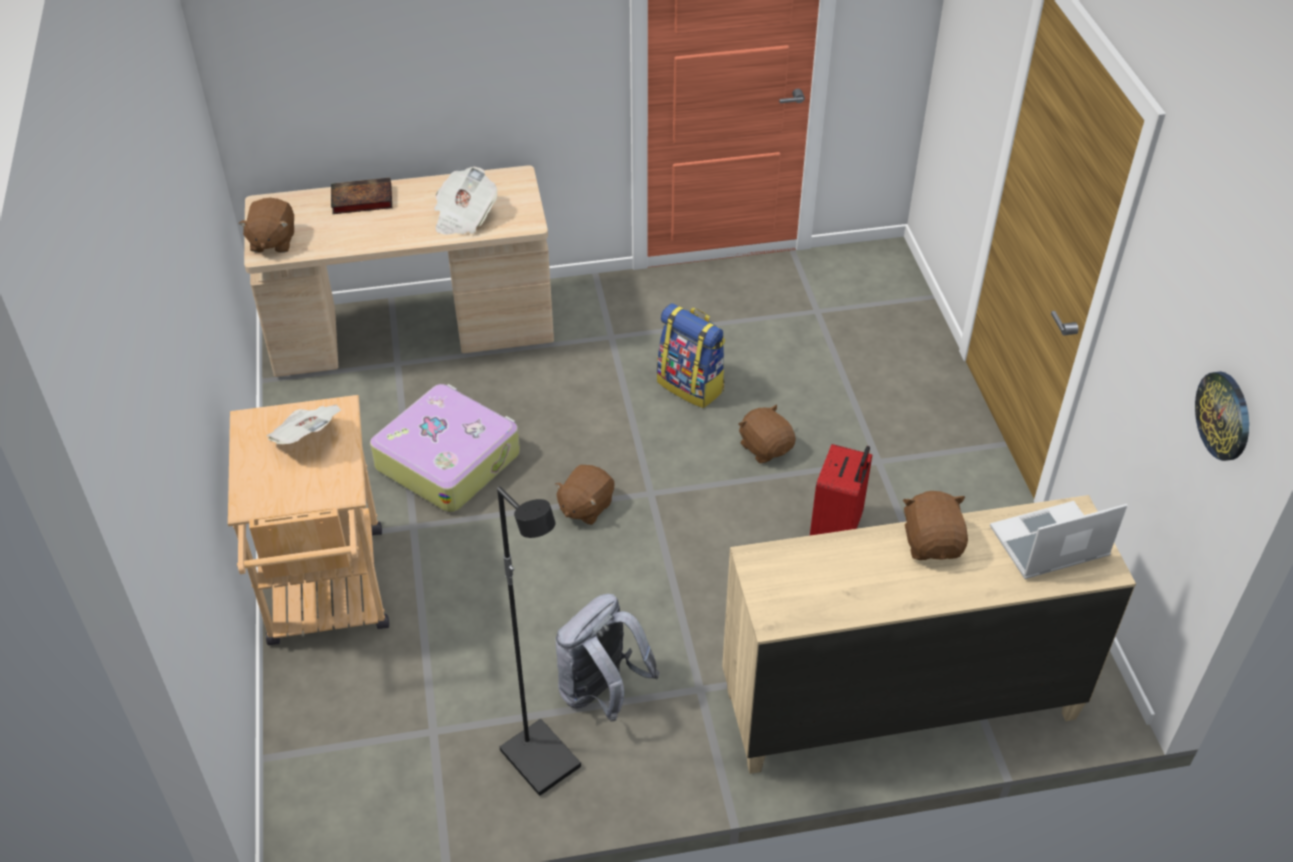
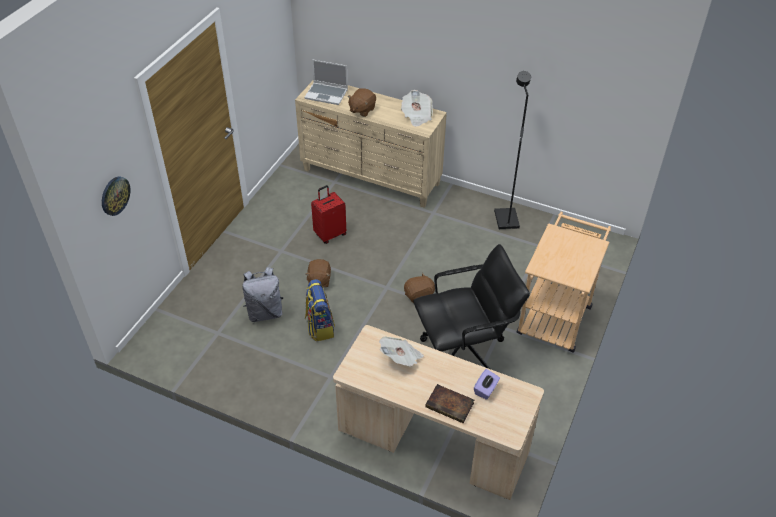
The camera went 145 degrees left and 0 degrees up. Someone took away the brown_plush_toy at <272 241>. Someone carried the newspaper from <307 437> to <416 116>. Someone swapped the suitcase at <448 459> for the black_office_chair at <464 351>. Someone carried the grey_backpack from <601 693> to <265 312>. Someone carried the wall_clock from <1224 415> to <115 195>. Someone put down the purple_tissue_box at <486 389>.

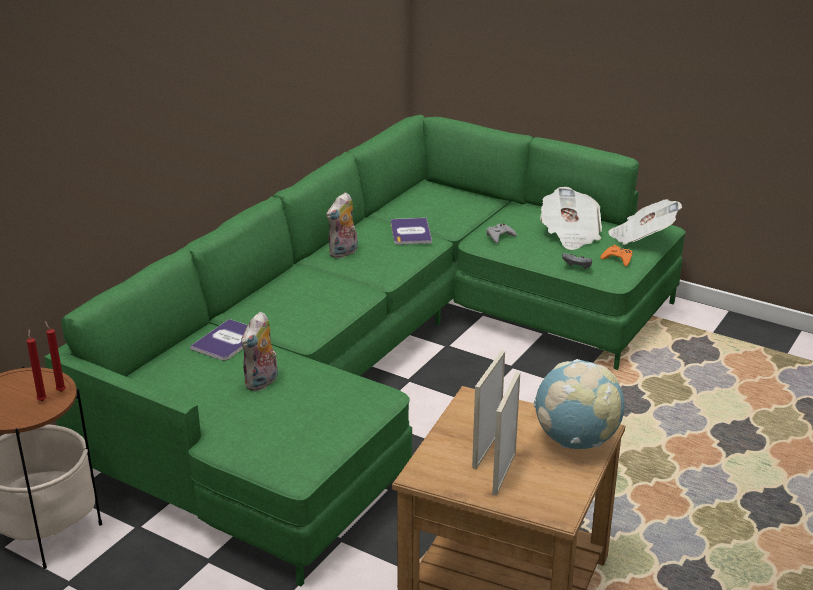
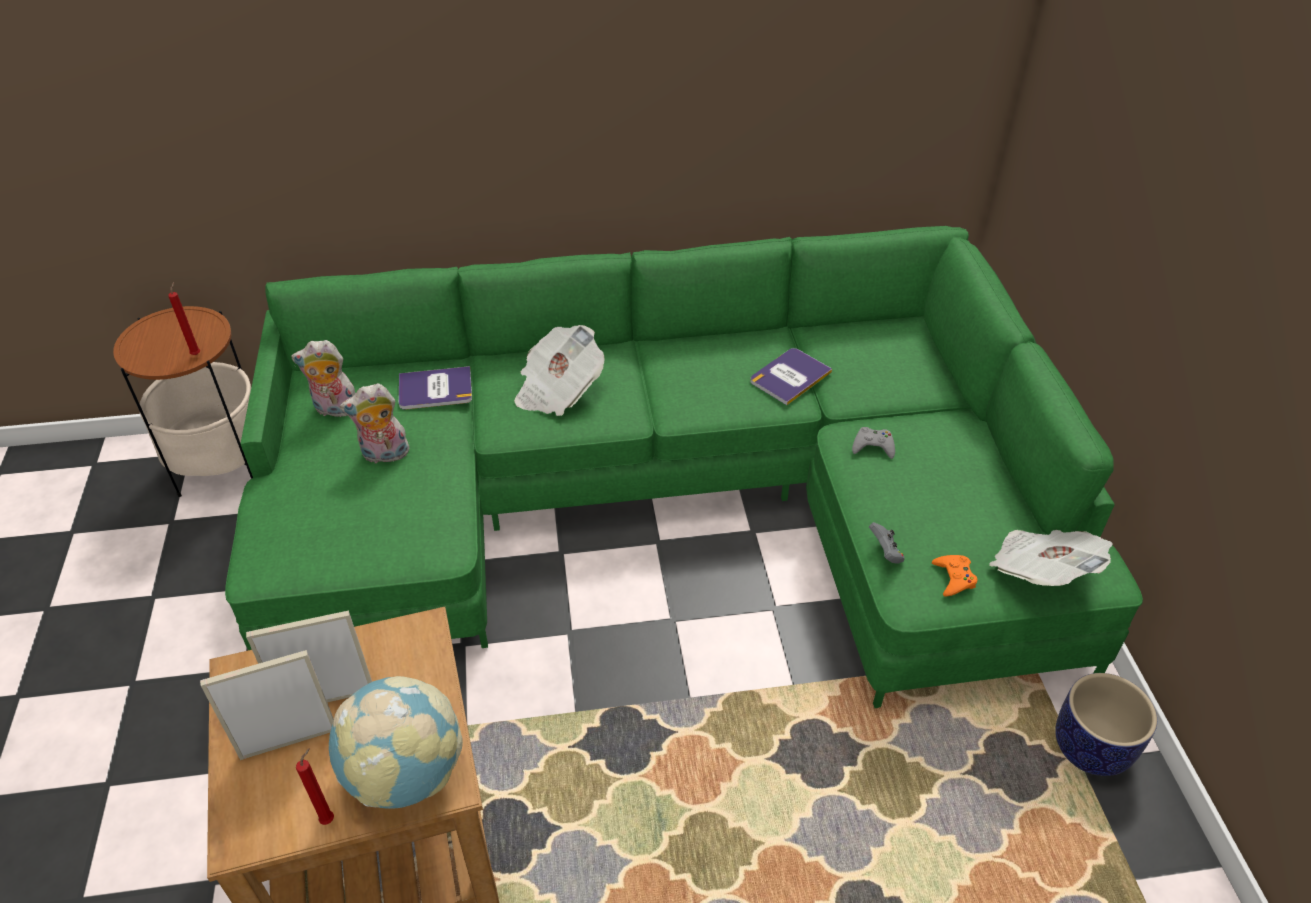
The camera went 50 degrees right and 15 degrees up. Someone carried the red_candle from <42 400> to <329 818>. Someone carried the plush_toy from <344 253> to <334 410>. Someone carried the newspaper from <570 235> to <558 390>. Someone put down the planter at <1089 747>.

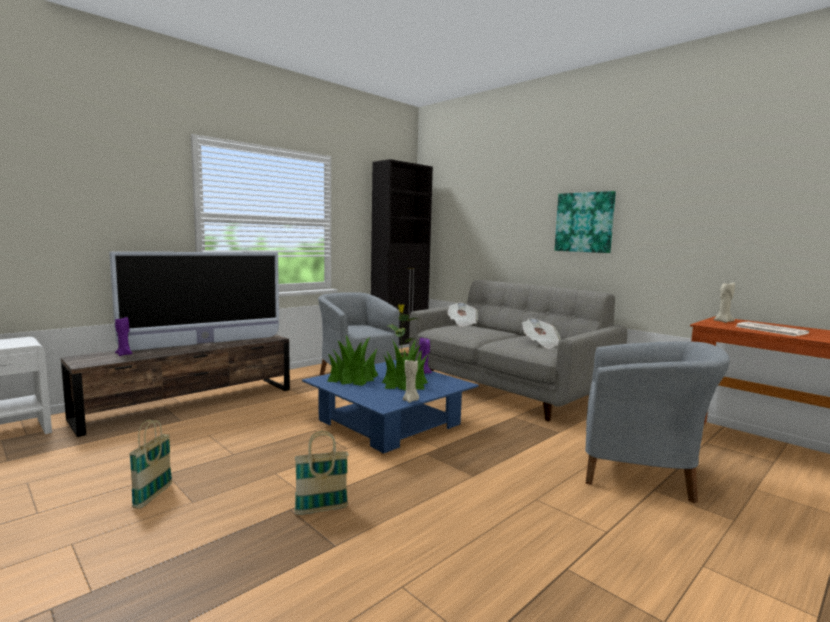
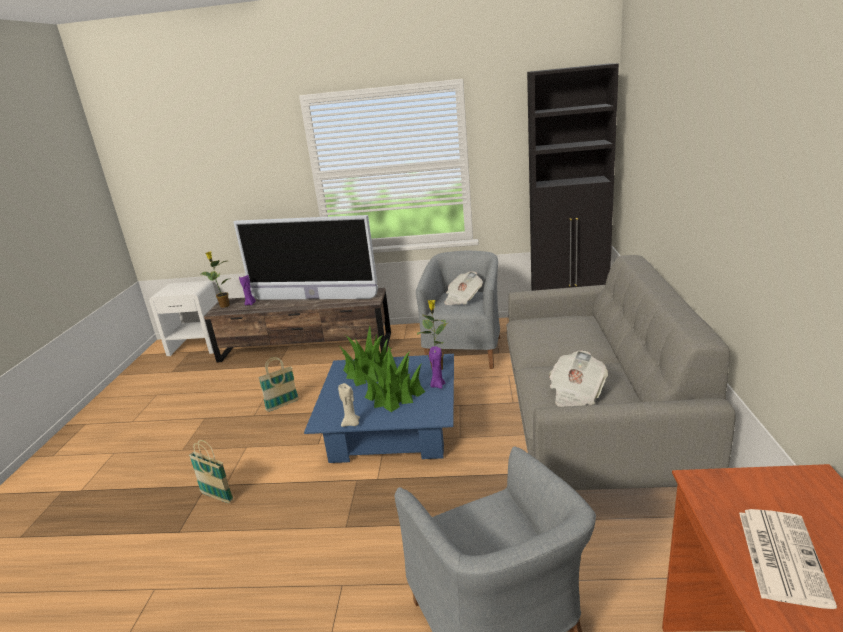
The camera went 50 degrees right and 15 degrees up. Someone carried the basket from <153 496> to <282 405>. Someone carried the newspaper from <462 323> to <462 299>. Someone took away the picture at <584 222>. Someone took away the beige_candle at <722 321>. Someone put down the potted_plant at <224 305>.

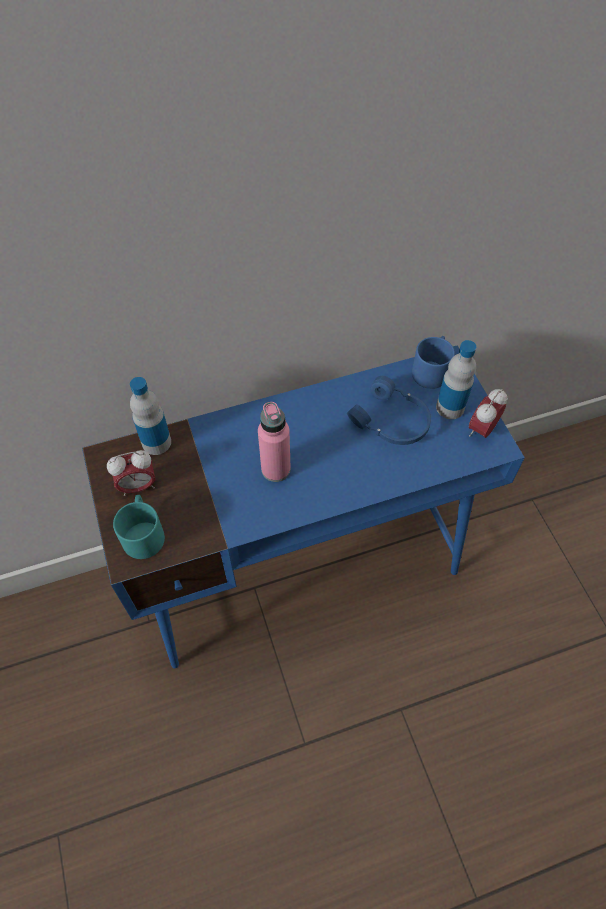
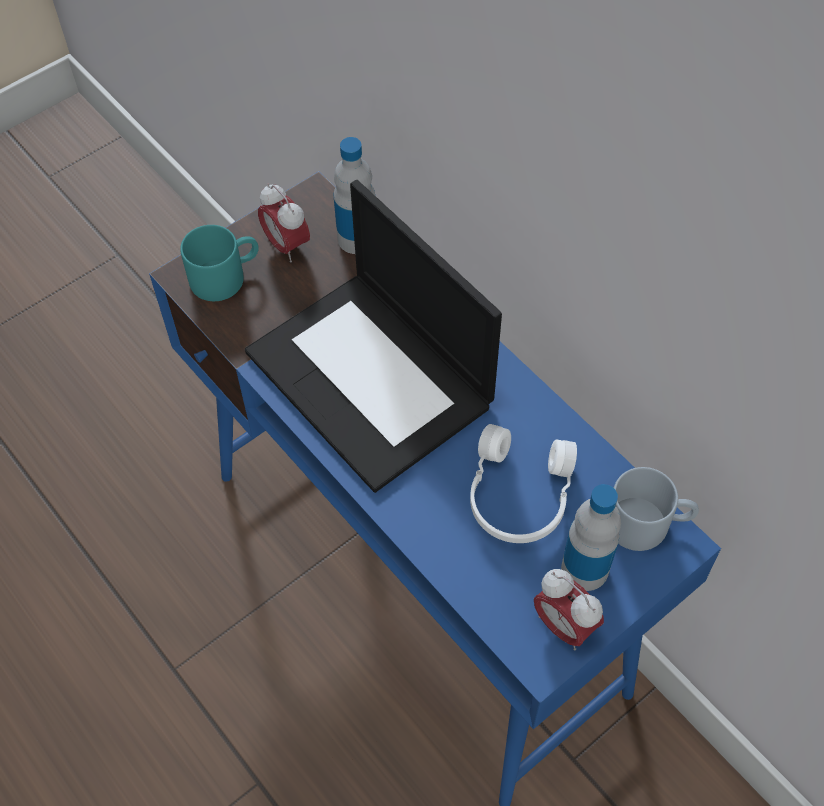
The camera went 70 degrees right and 0 degrees up. Someone swapped the pink_bottle at <276 469> for the laptop at <372 379>. Someone repainted the blue_headphones at <391 422>, which became the white_headphones at <517 494>. Someone repainted the blue_mug at <431 369>, which became the grey_mug at <648 522>. Someone rotated the alarm_clock at <482 429> by 150 degrees counterclockwise.

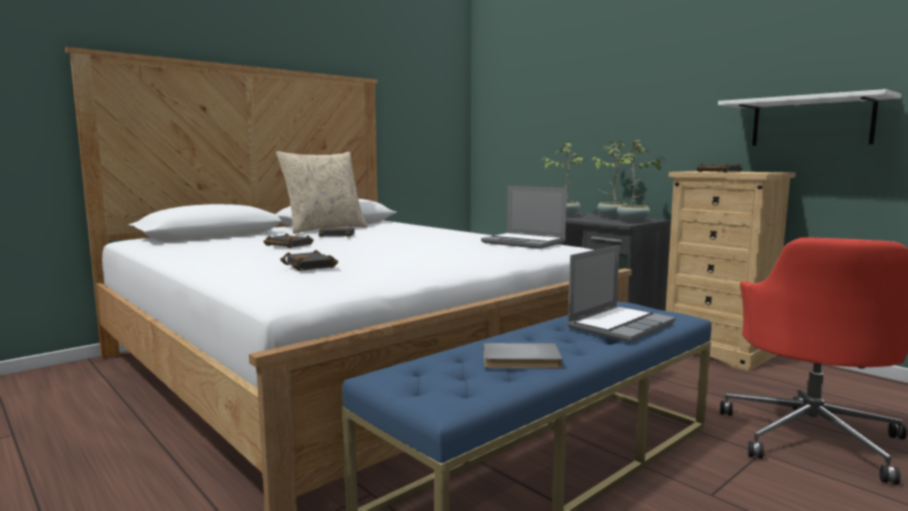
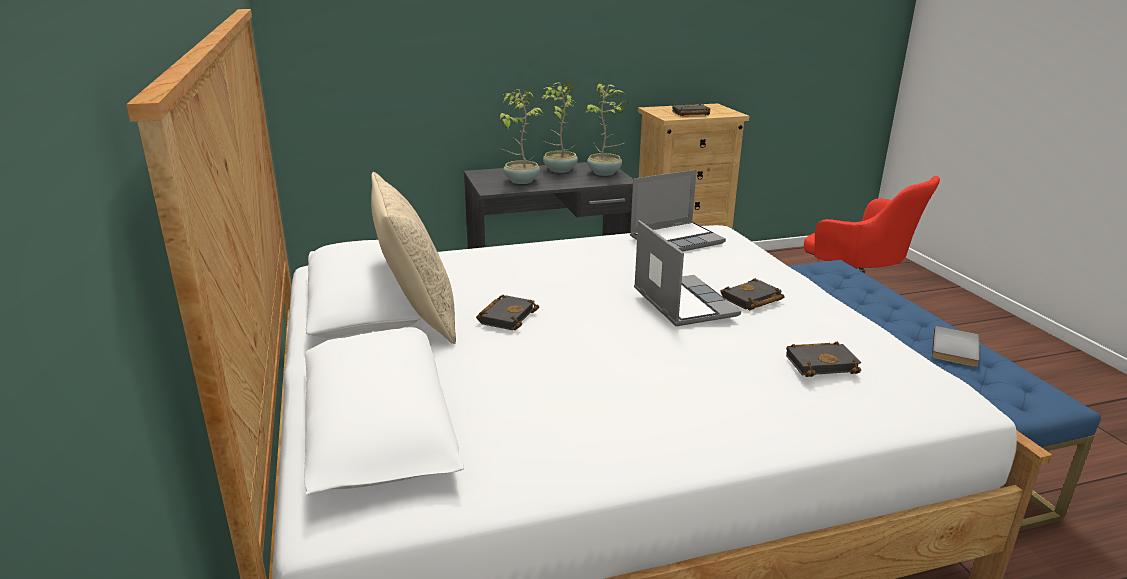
The camera went 65 degrees left and 15 degrees up. Someone carried the black_book from <286 245> to <752 300>. Someone carried the laptop from <620 325> to <682 302>. Someone took away the white_shelf at <811 122>.

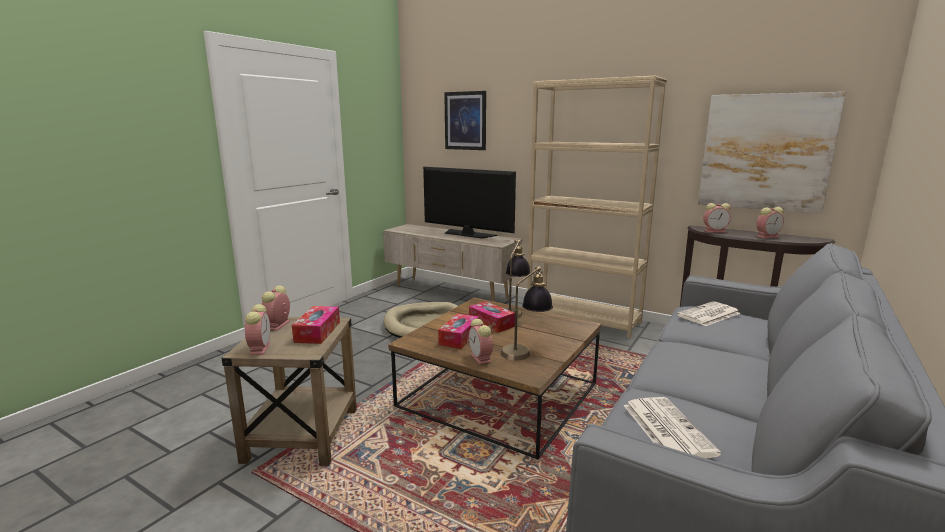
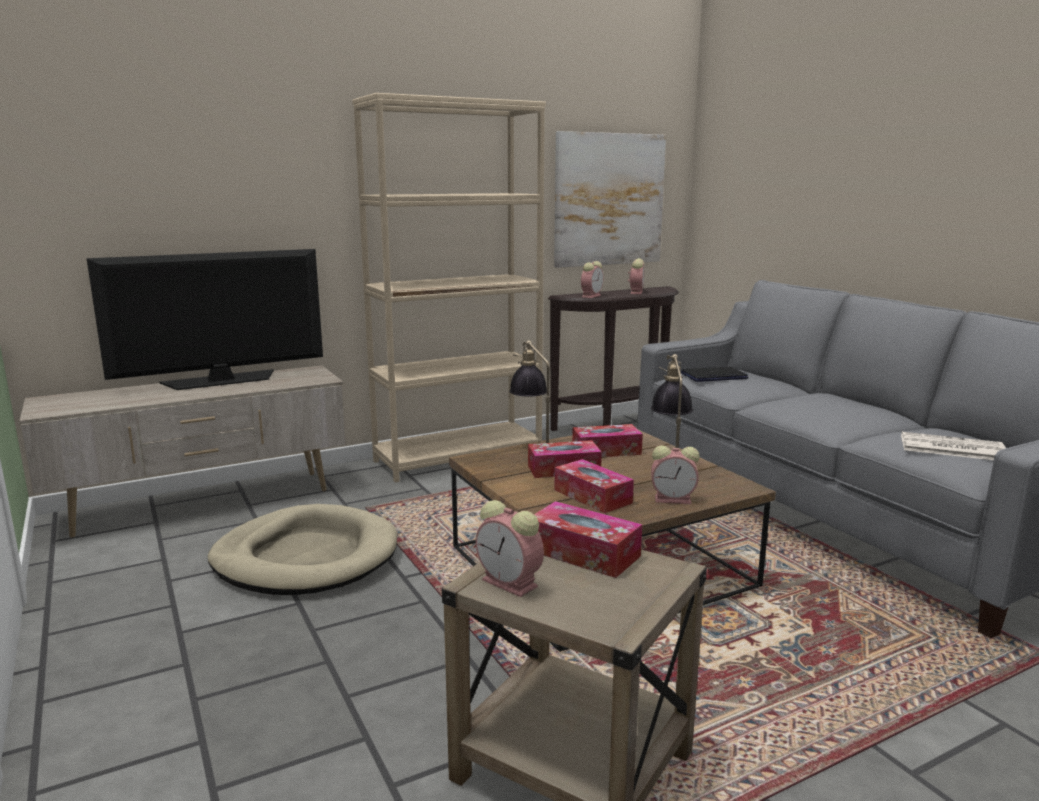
The camera went 60 degrees left and 0 degrees up. Someone took away the alarm_clock at <259 348>. Someone took away the picture at <465 121>. Someone swapped the newspaper at <708 315> for the laptop at <714 376>. Someone put down the tissue_box at <606 451>.

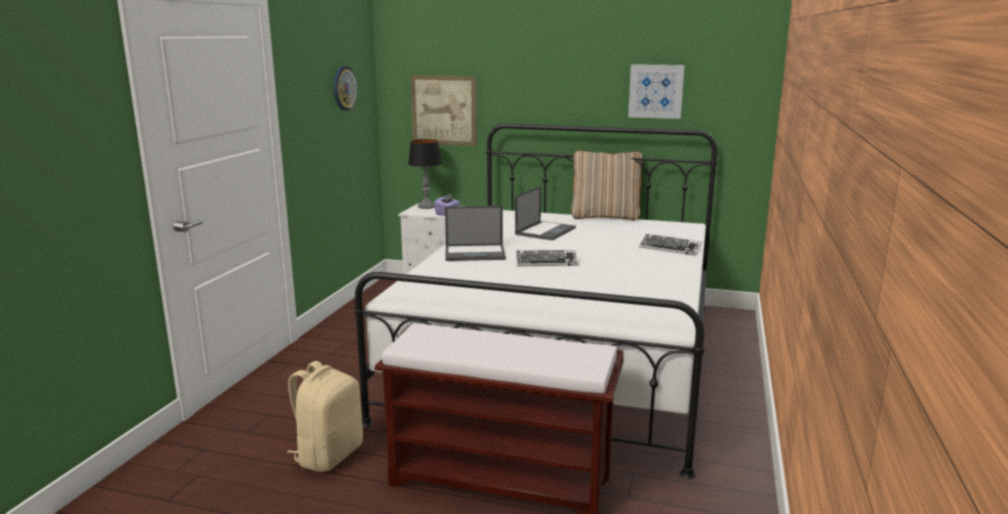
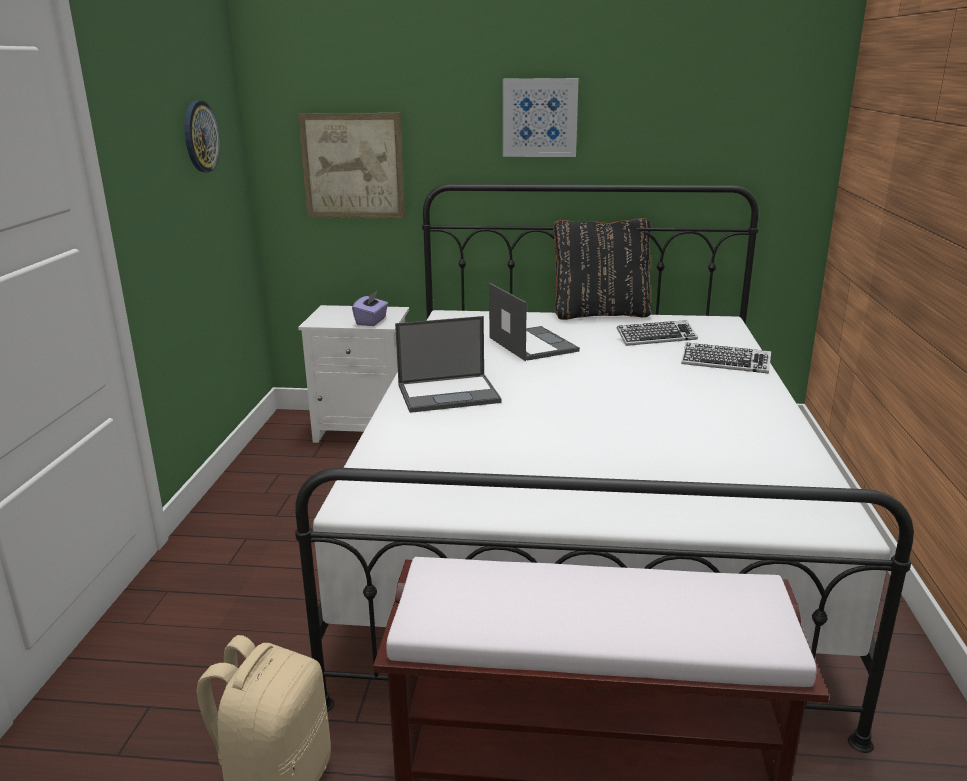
The camera went 10 degrees left and 5 degrees up. Someone took away the table_lamp at <426 206>. Someone rotated the laptop at <545 231> by 45 degrees counterclockwise. Someone carried the keyboard from <546 262> to <656 338>. Someone repainted the beige_pillow at <605 217>, which became the black_pillow at <600 314>. Someone carried the picture from <656 91> to <540 117>.

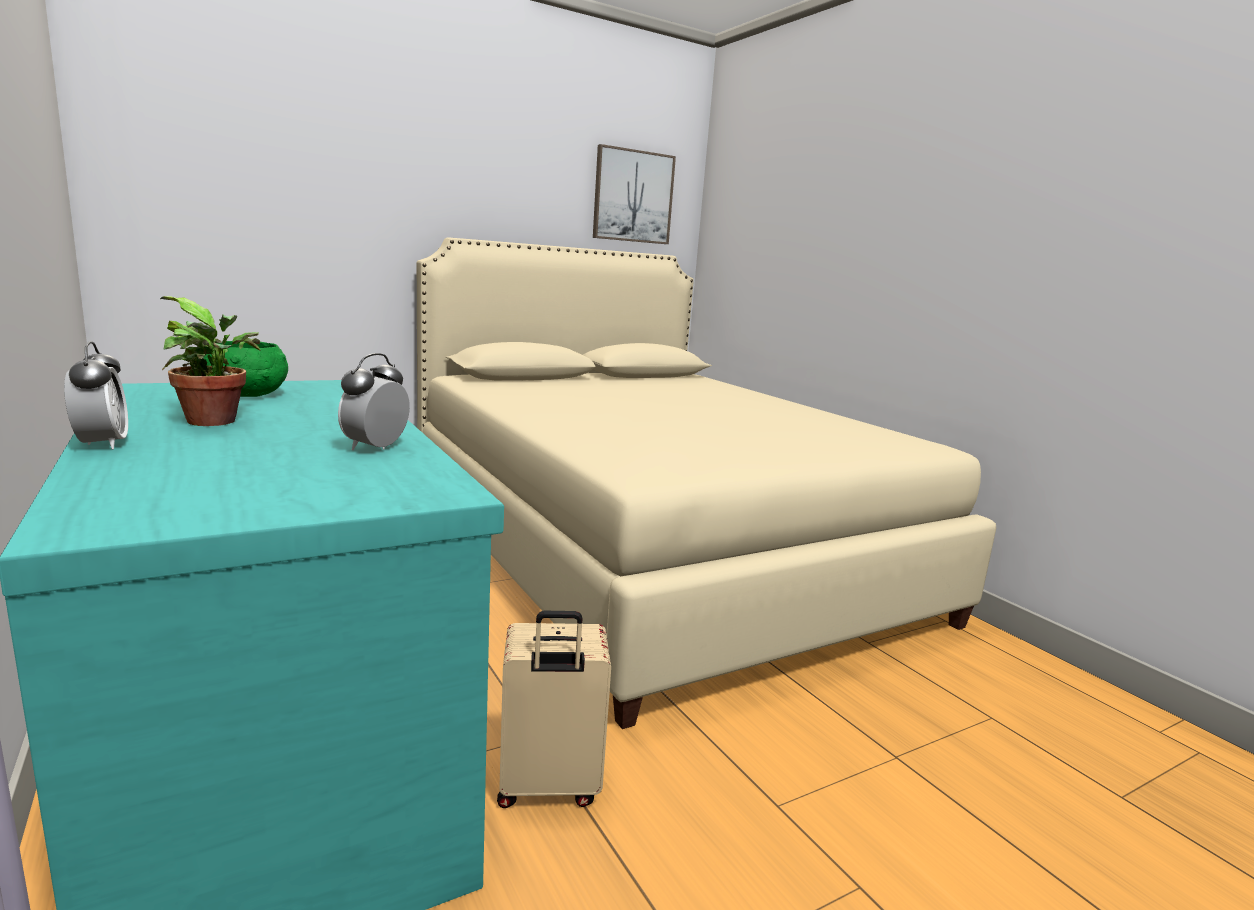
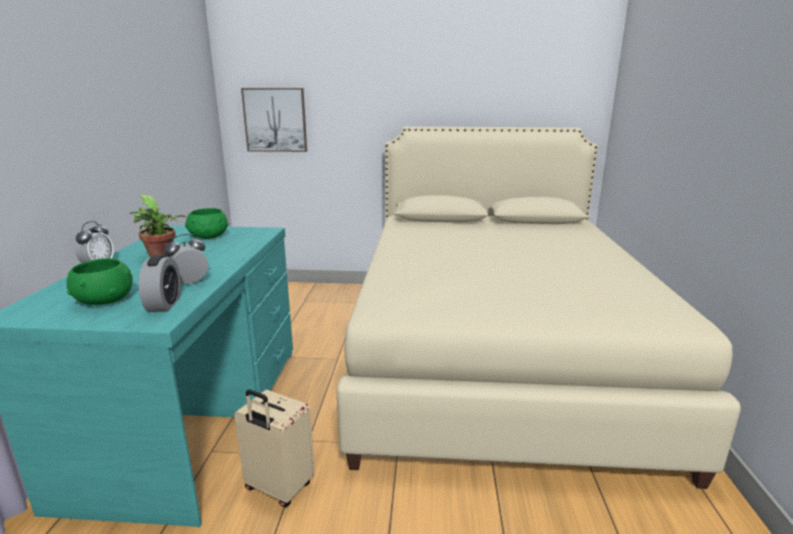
The camera went 35 degrees right and 5 degrees up. Someone carried the picture from <633 196> to <275 120>. Someone put down the green_bowl at <104 300>. Someone put down the alarm_clock at <164 304>.

